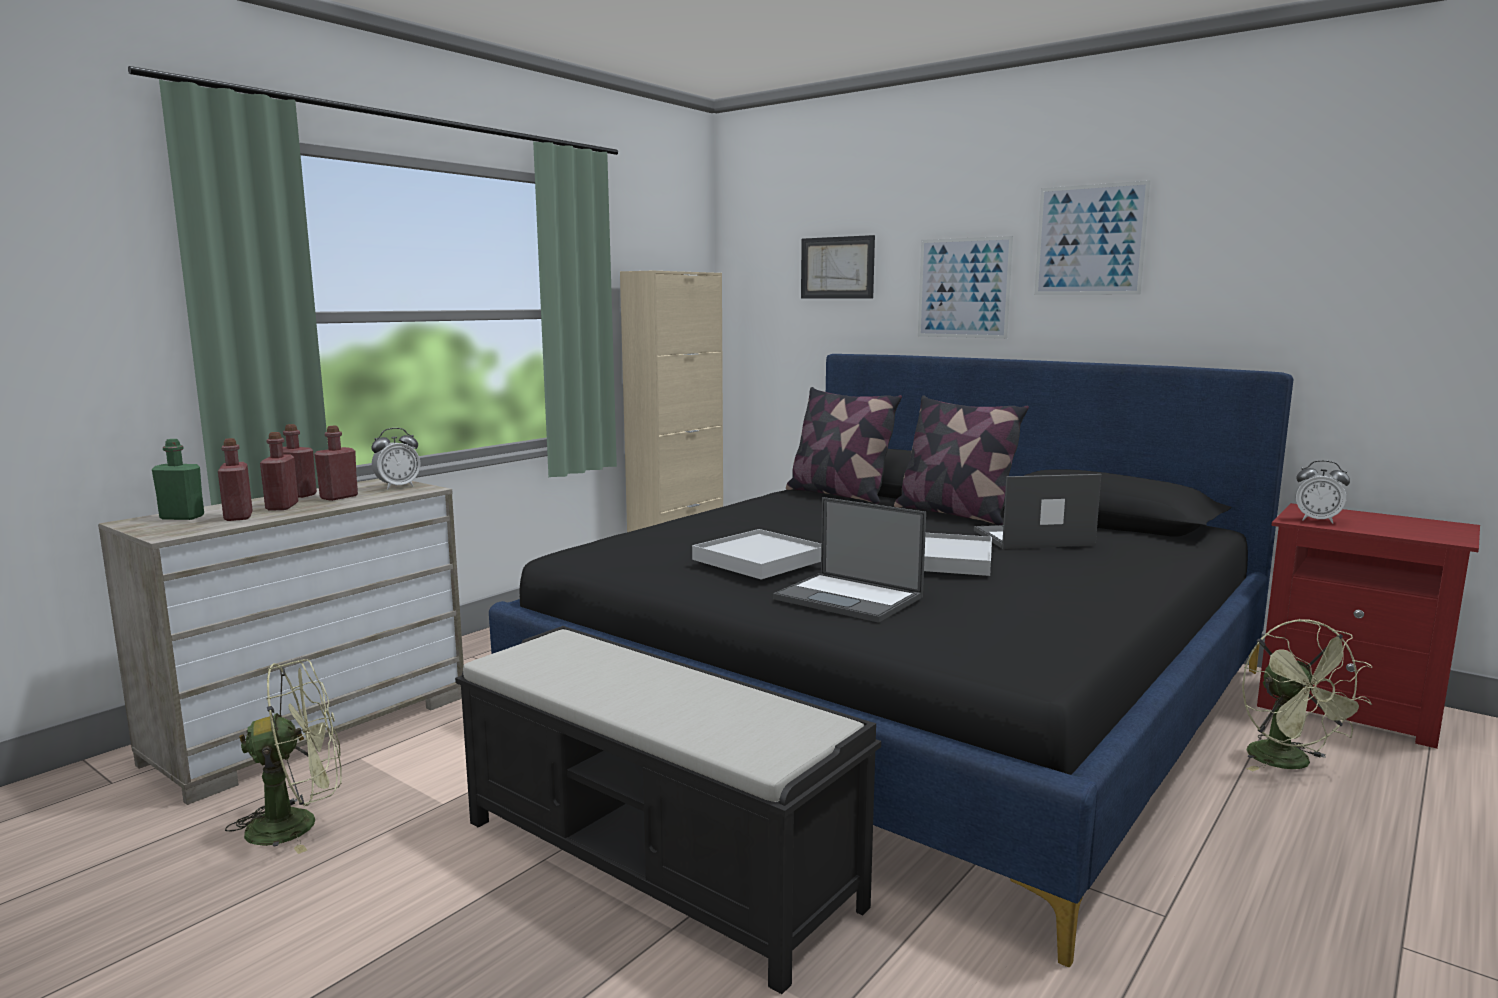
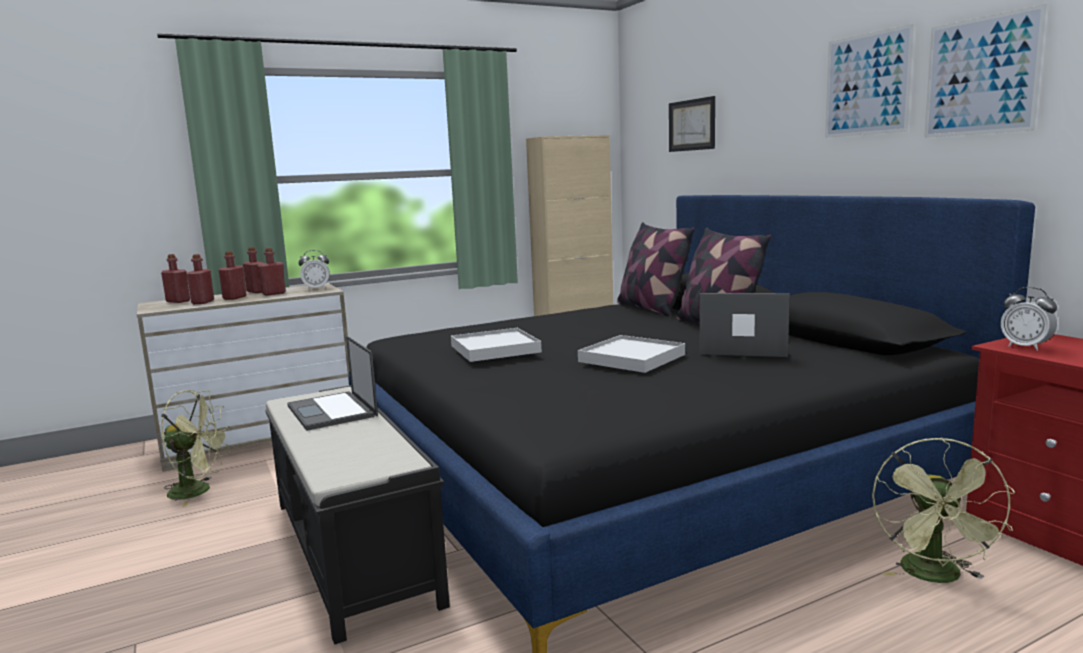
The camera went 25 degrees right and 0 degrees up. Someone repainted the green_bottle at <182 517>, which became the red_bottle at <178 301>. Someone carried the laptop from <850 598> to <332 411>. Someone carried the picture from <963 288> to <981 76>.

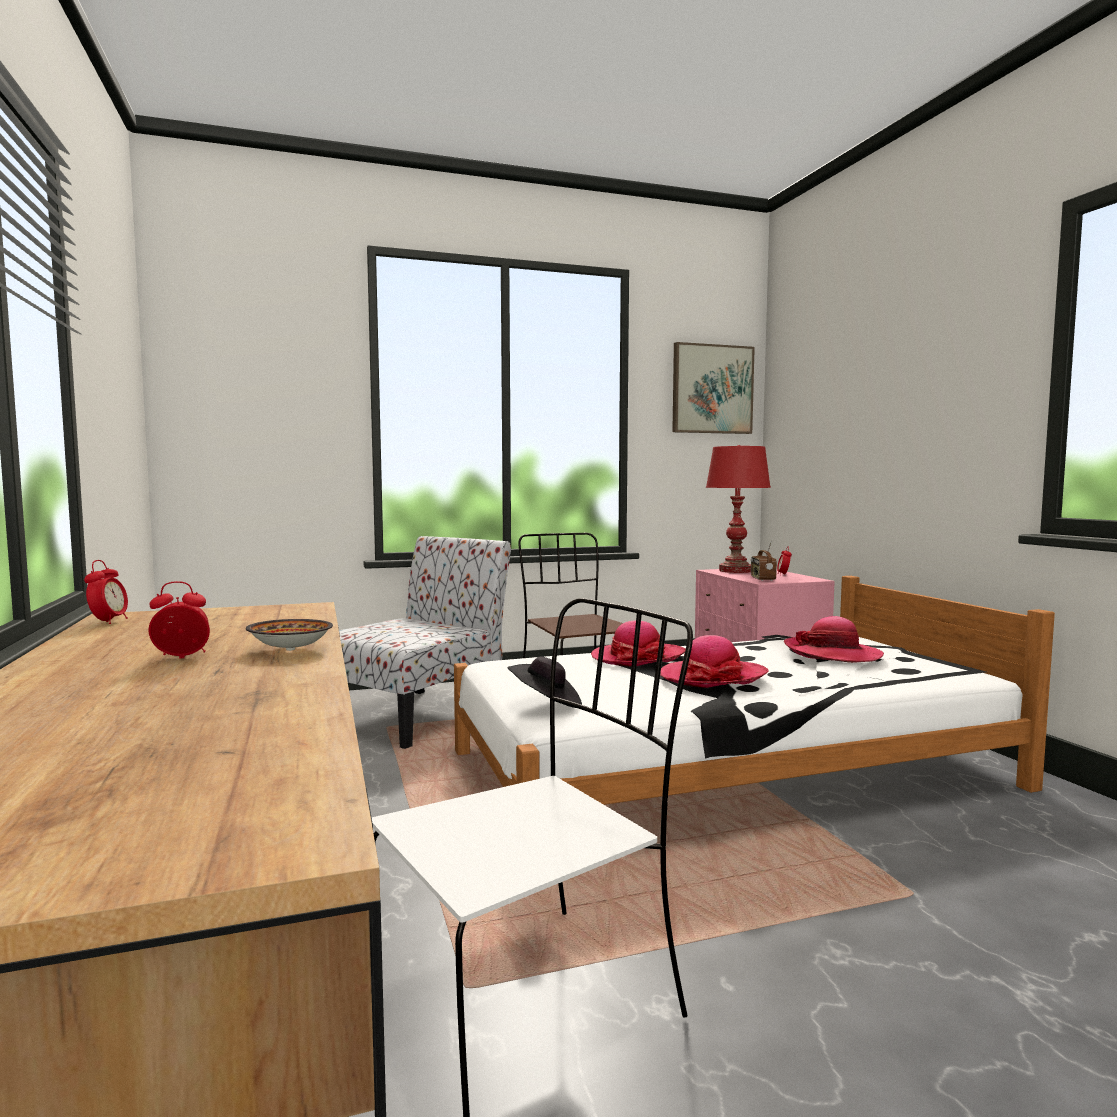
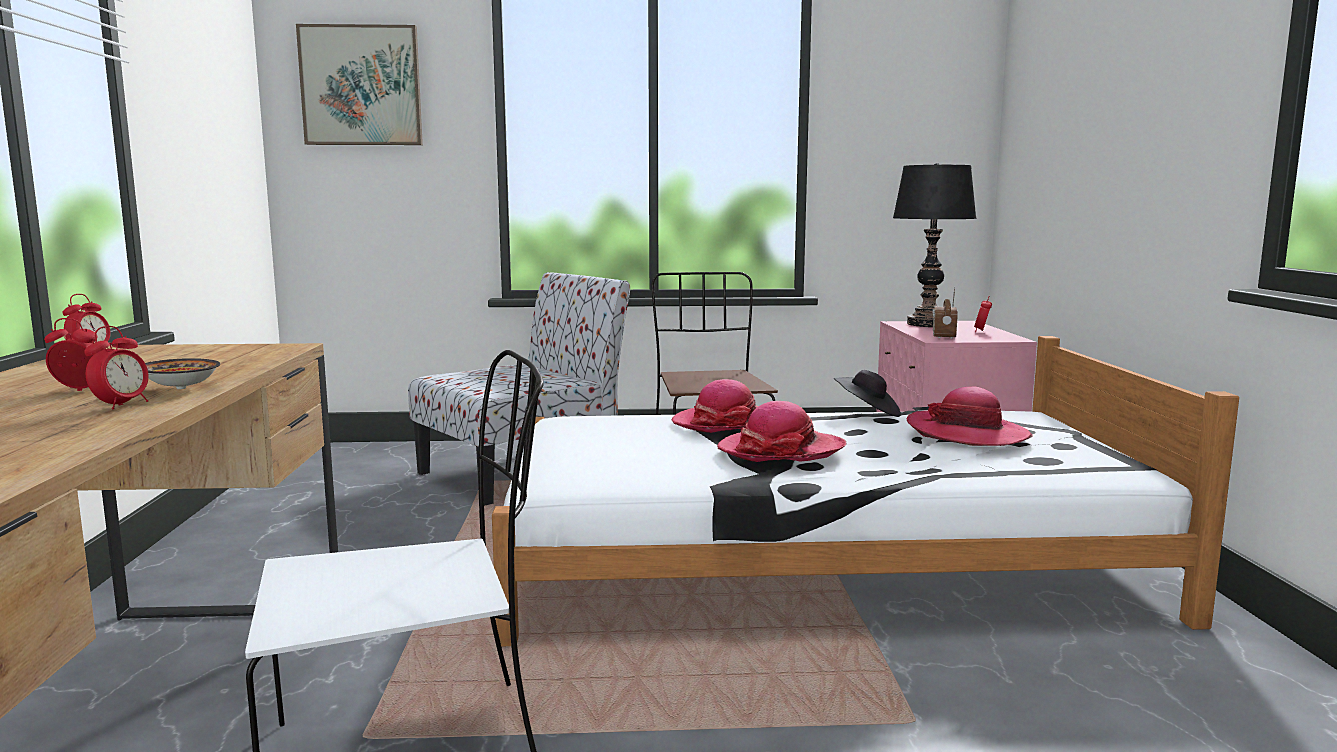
The camera went 15 degrees right and 5 degrees up. Someone carried the black_hat from <546 704> to <867 412>. Someone carried the picture from <712 389> to <361 86>. Someone repainted the red_table_lamp at <735 571>, which became the black_table_lamp at <928 324>. Someone put down the alarm_clock at <122 405>.

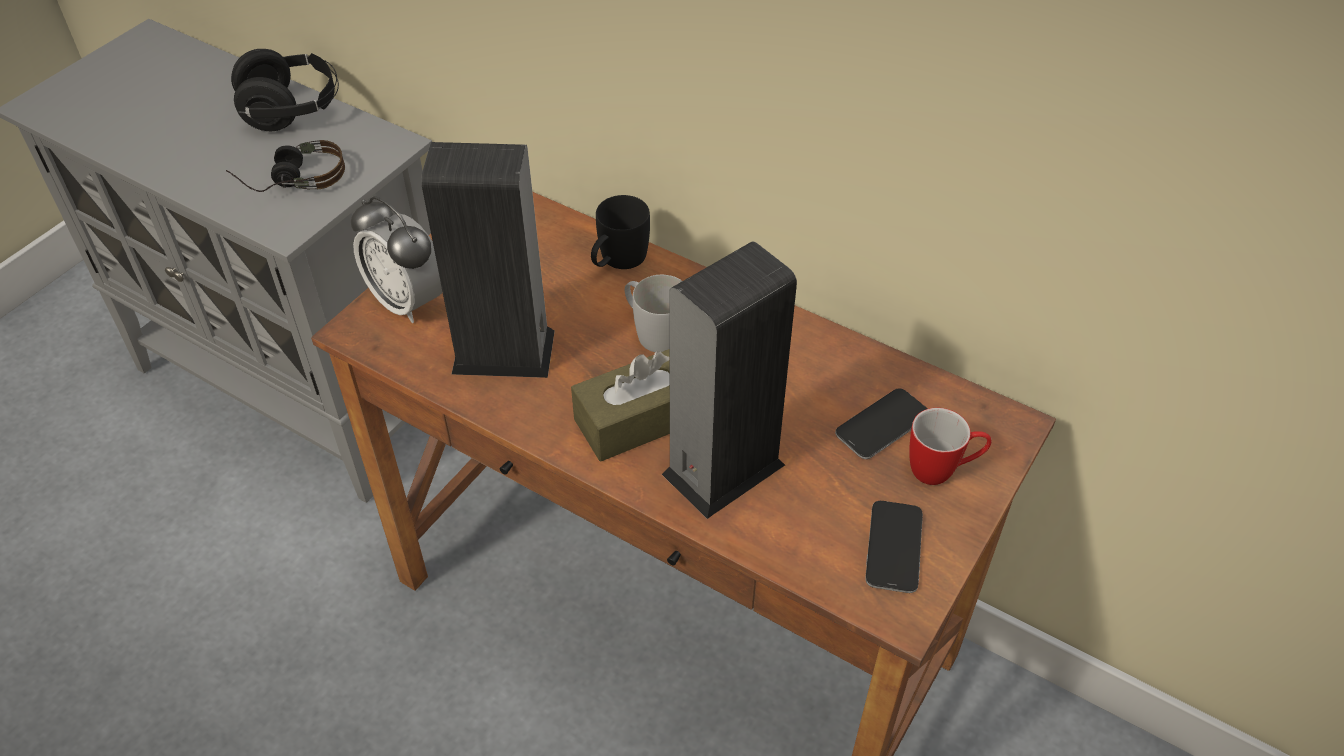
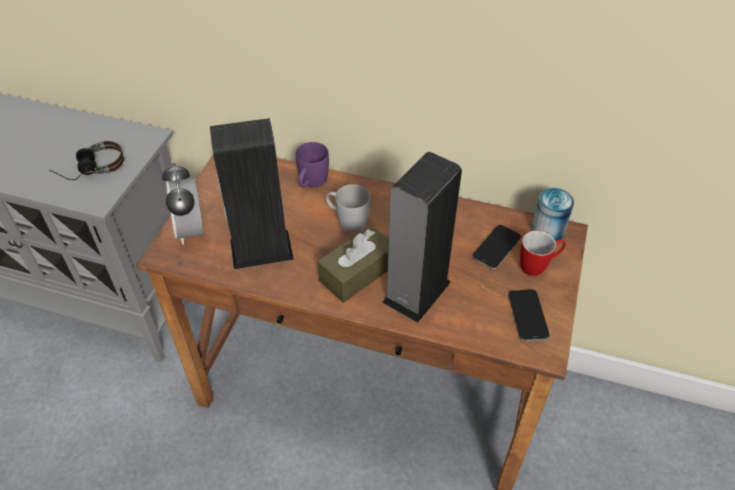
The camera went 15 degrees left and 0 degrees up. Someone took away the black_headphones at <292 111>. Someone rotated the alarm_clock at <408 301> by 45 degrees clockwise. Someone repainted the black_mug at <617 261>, which became the purple_mug at <311 182>. Someone put down the can at <547 230>.

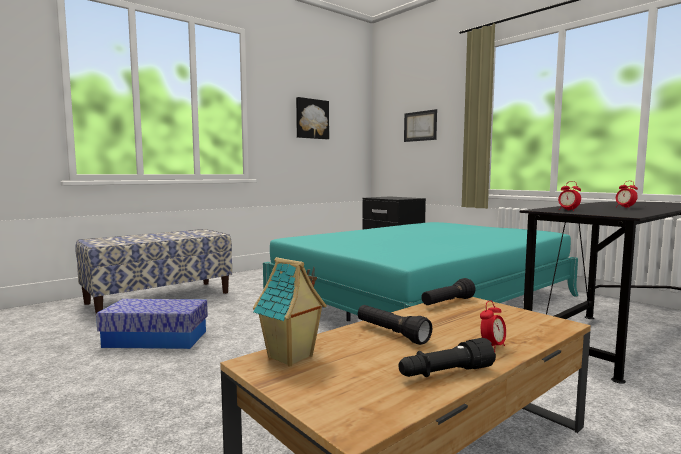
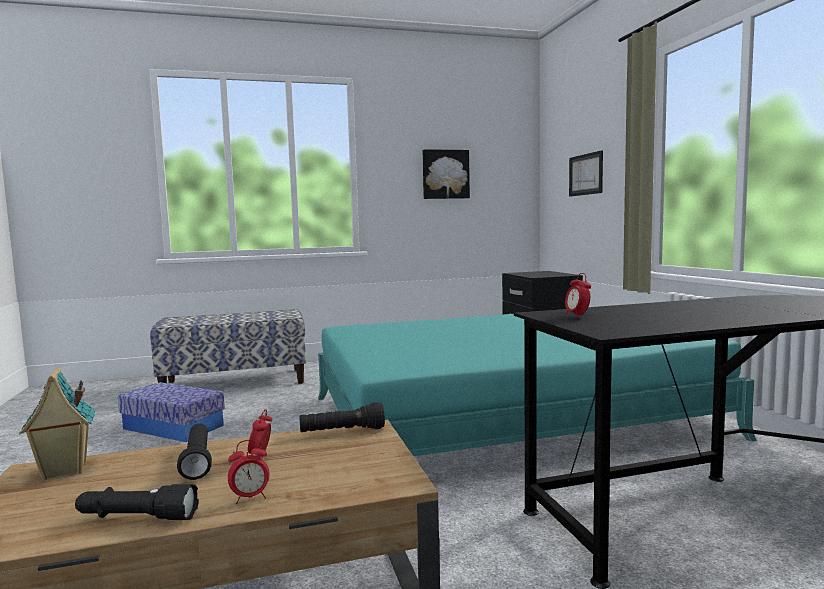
The camera went 25 degrees right and 0 degrees up. Someone carried the alarm_clock from <625 207> to <261 457>.

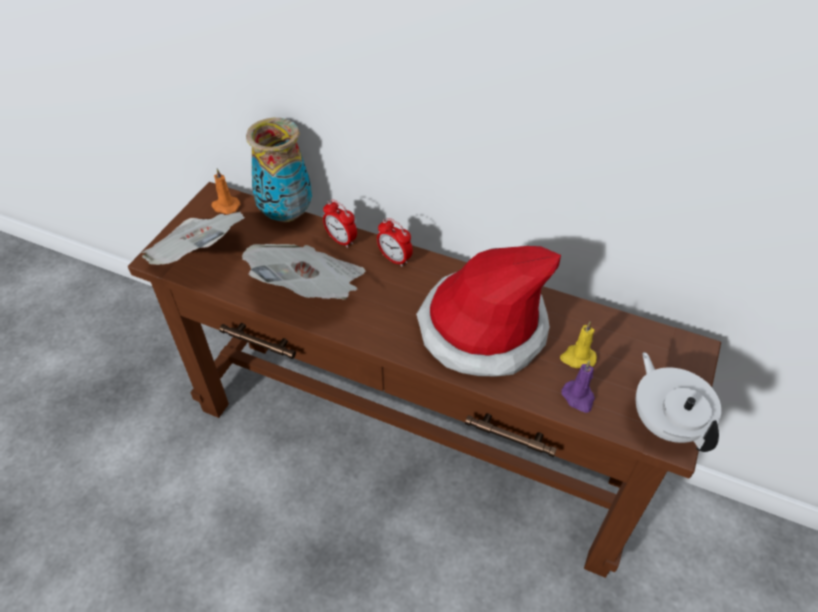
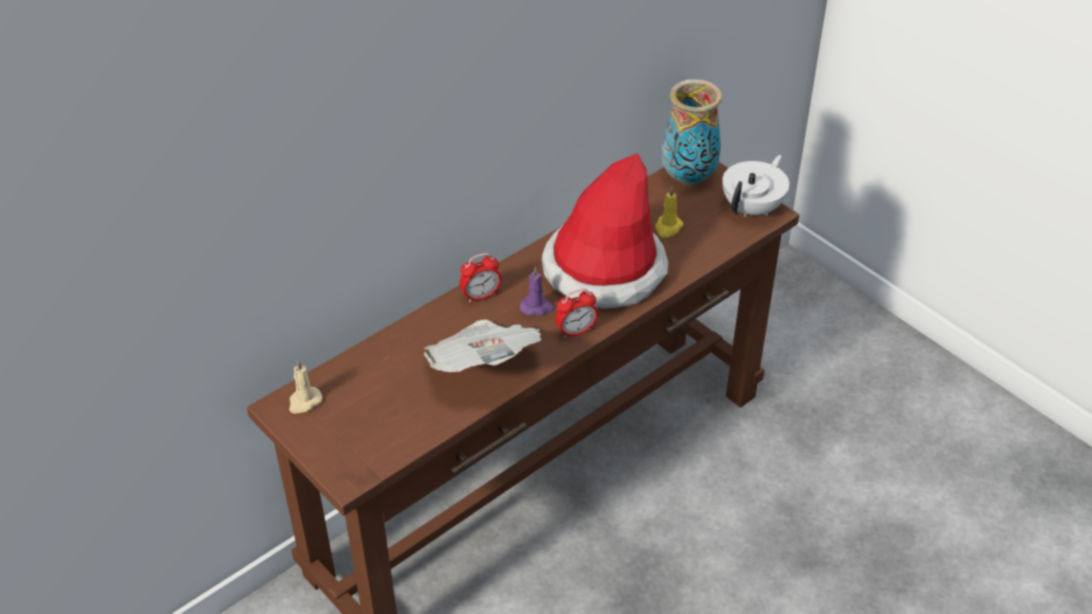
The camera went 65 degrees left and 5 degrees down. Someone took away the newspaper at <198 256>. Someone repainted the orange_candle at <225 206>, which became the beige_candle at <304 402>. Someone carried the vase from <285 214> to <687 177>. Someone carried the alarm_clock from <341 240> to <576 331>. Someone carried the purple_candle from <578 397> to <537 307>. Someone rotated the white_teapot at <666 422> by 120 degrees clockwise.

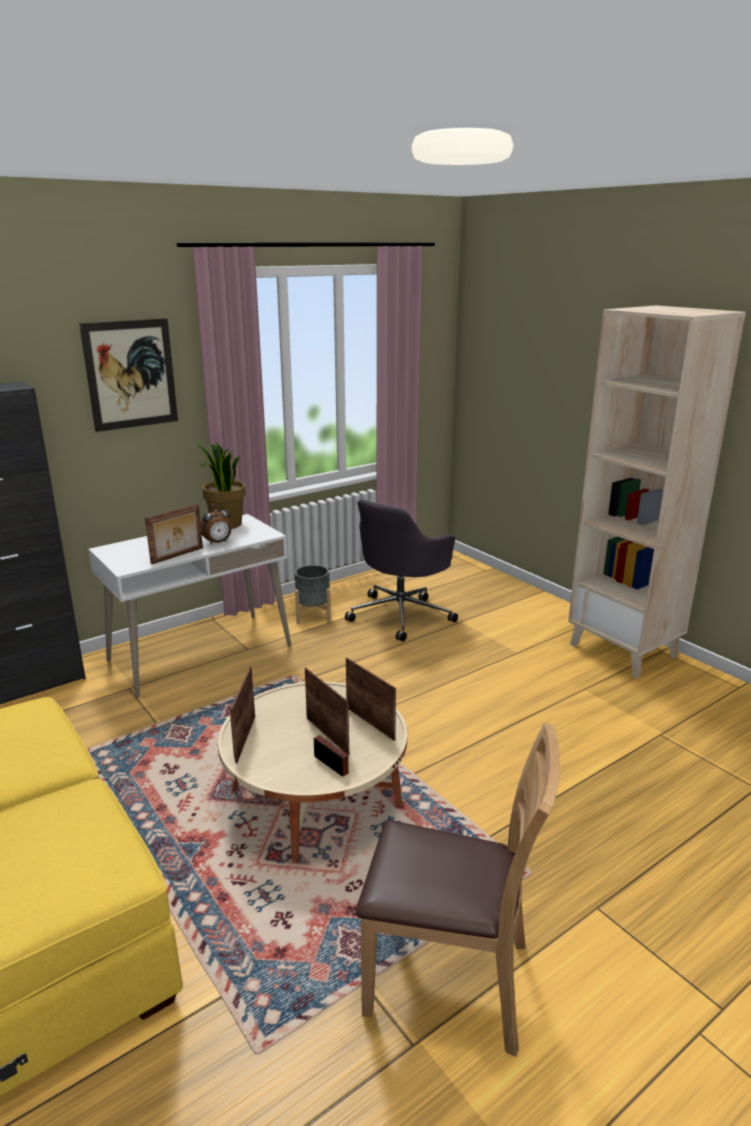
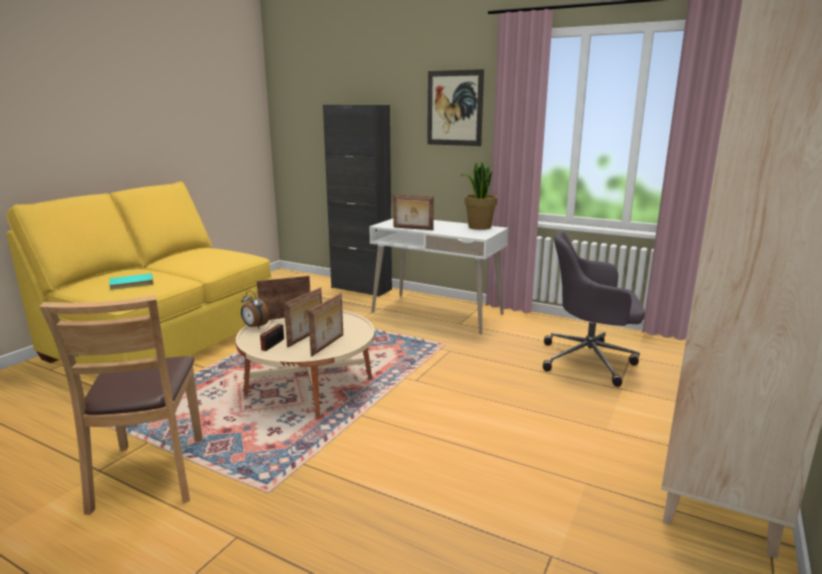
The camera went 65 degrees right and 5 degrees down. Someone carried the alarm_clock from <218 542> to <254 327>. Someone took away the grey_planter at <313 615>. Someone put down the turquoise_book at <132 284>.

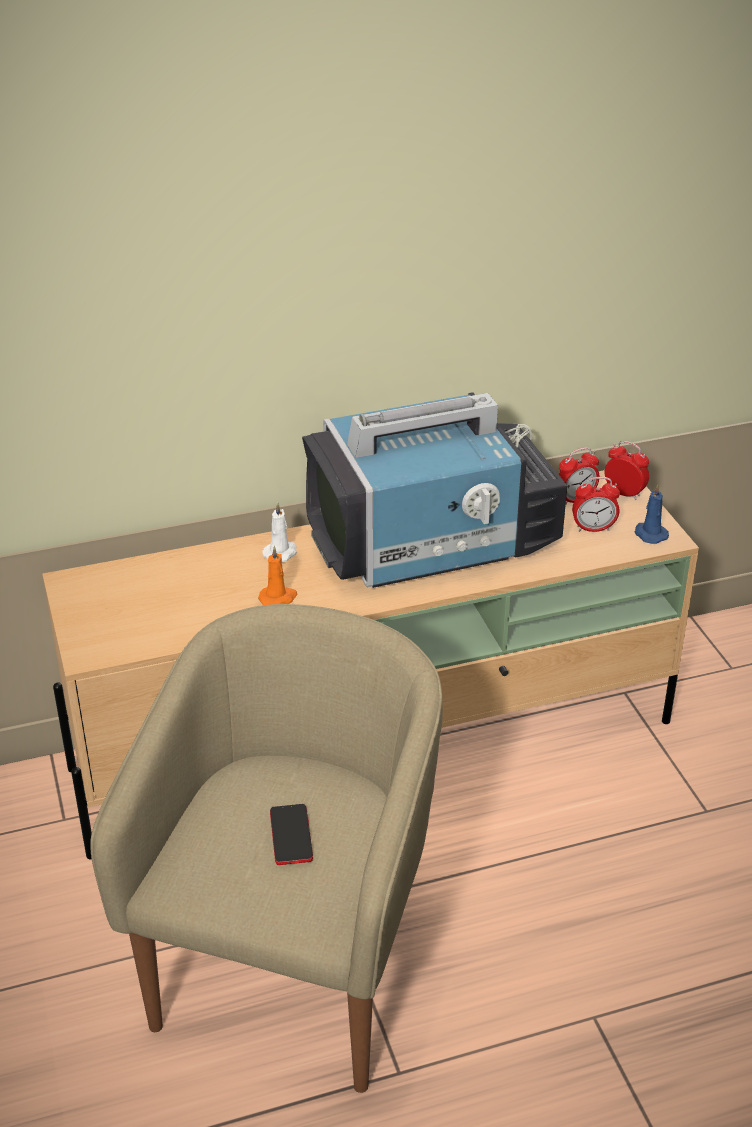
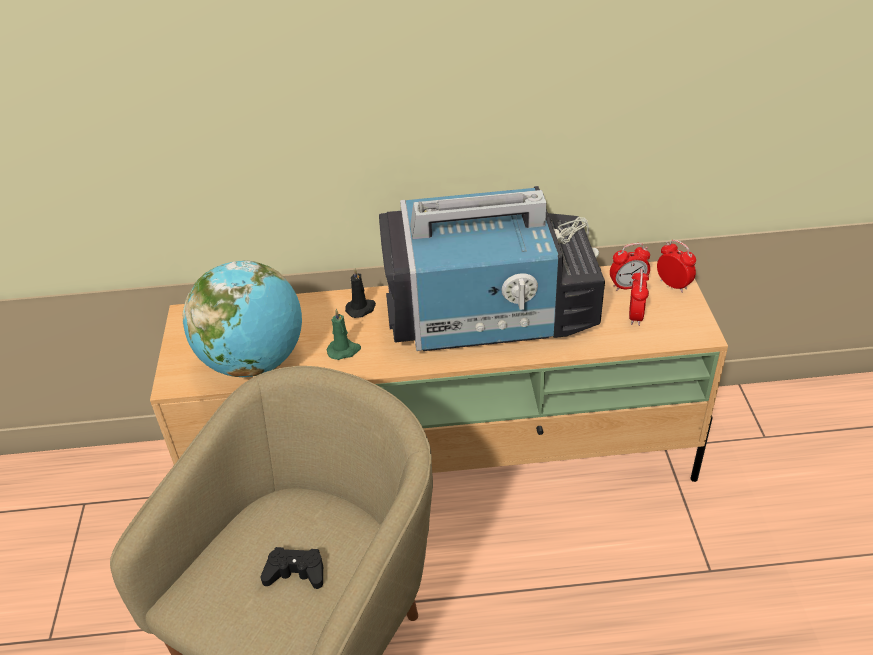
The camera went 15 degrees right and 5 degrees up. Someone repainted the orange_candle at <278 598>, which became the green_candle at <344 350>. Someone repainted the white_candle at <281 553>, which became the black_candle at <361 309>. Someone swapped the phone at <291 835> for the black_game_controller at <296 572>. Someone rotated the alarm_clock at <593 528> by 90 degrees counterclockwise. Someone took away the blue_candle at <649 534>. Someone put down the globe at <254 362>.

